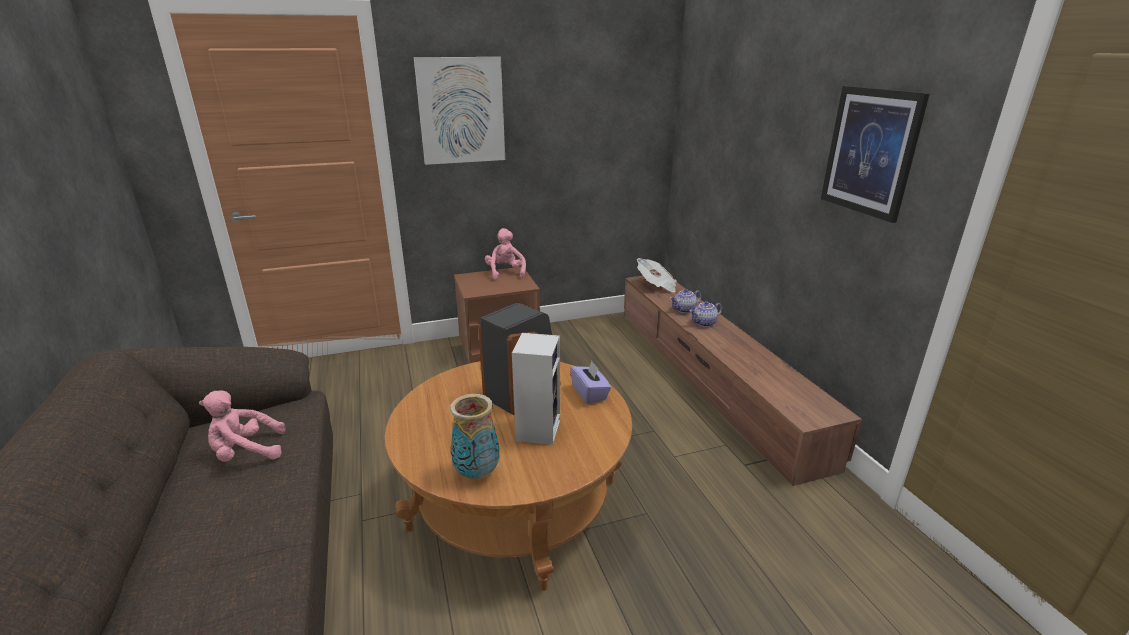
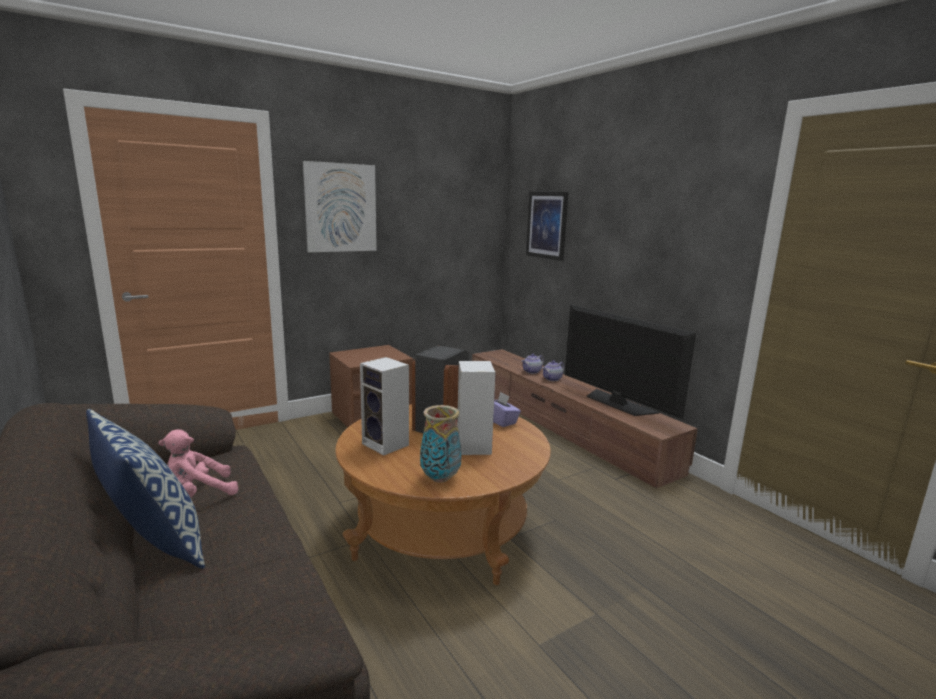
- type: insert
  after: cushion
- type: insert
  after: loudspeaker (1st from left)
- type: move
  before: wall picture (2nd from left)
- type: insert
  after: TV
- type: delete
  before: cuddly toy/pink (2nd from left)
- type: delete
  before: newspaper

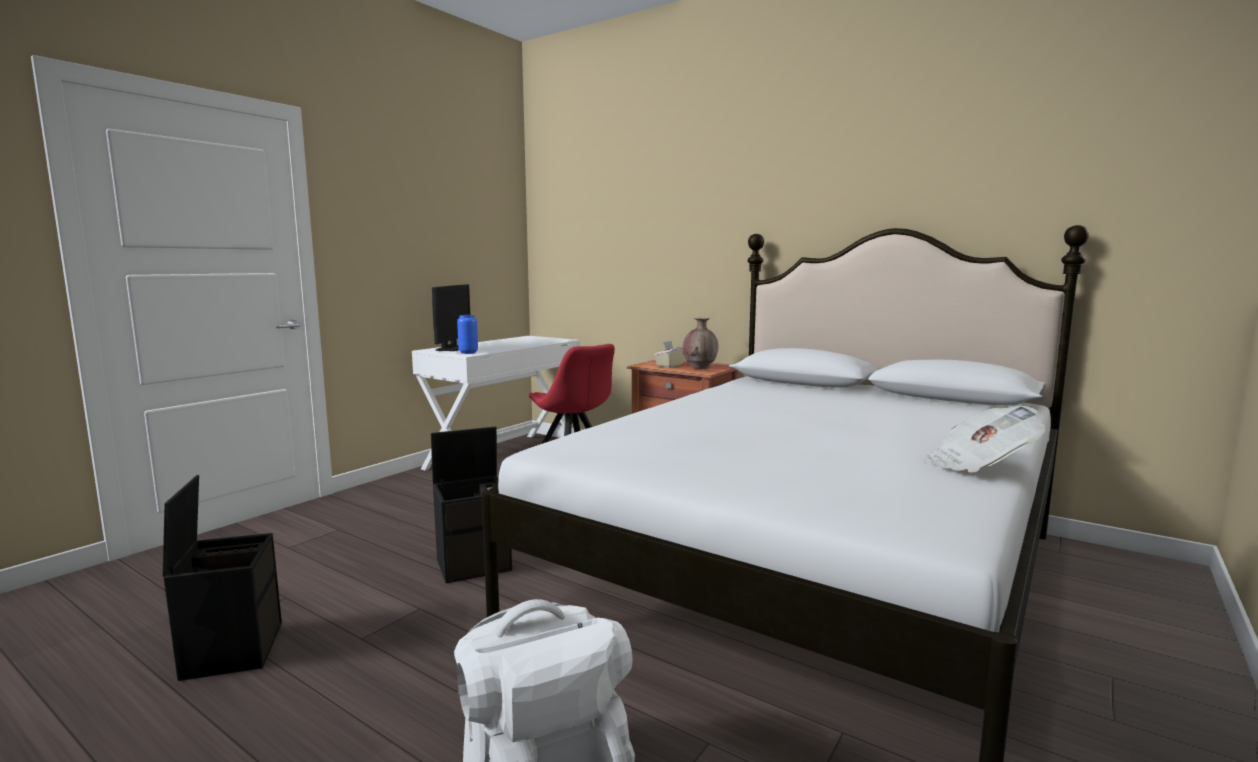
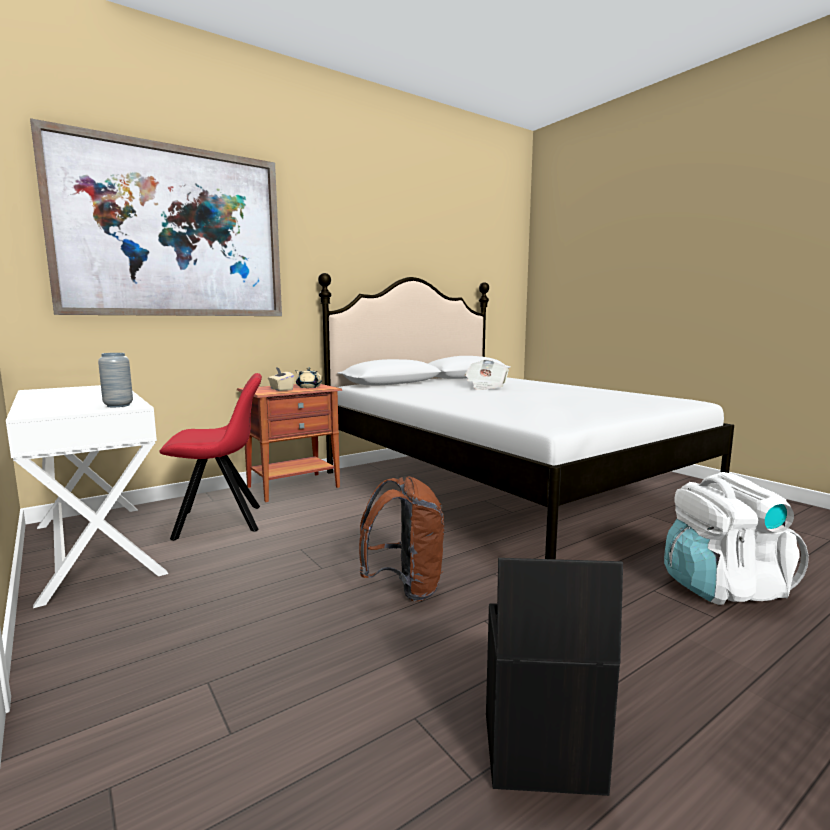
- type: insert
  after: wall picture
- type: recolor
  before: decorative vase/blue
  after: decorative vase/greyish
- type: replace
  before: decorative vase/brownish
  after: teapot/sand-coloured
- type: replace
  before: storage box/blackish (2nd from left)
  after: rucksack/brownish
- type: move
  before: newspaper
- type: delete
  before: monitor

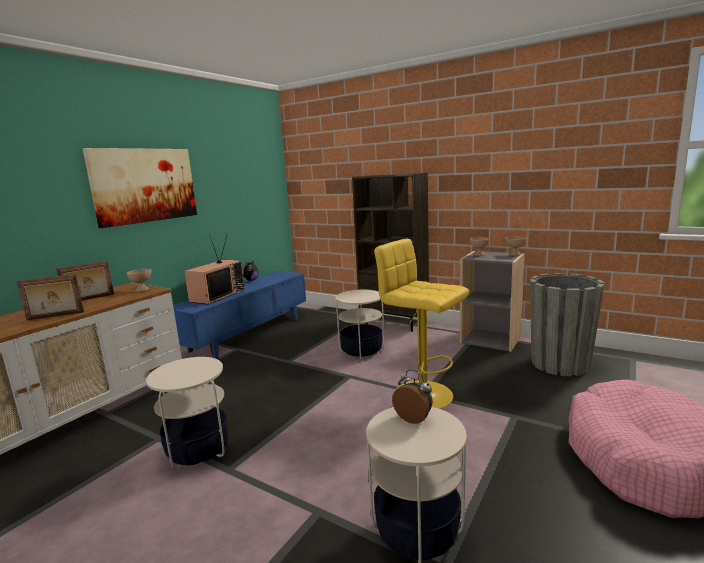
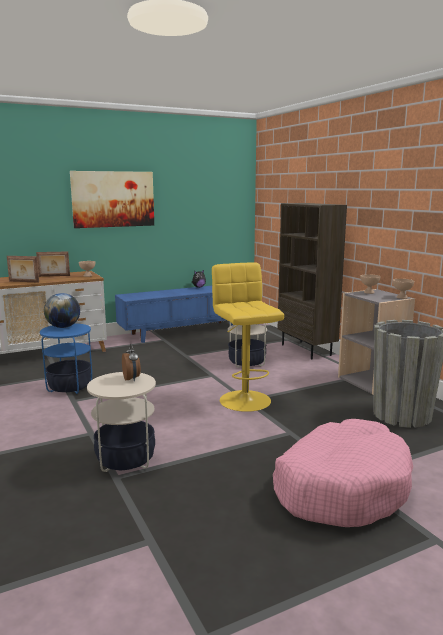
- type: recolor
  before: end table/sand-coloured (1st from left)
  after: end table/blue
- type: insert
  after: globe
- type: delete
  before: TV

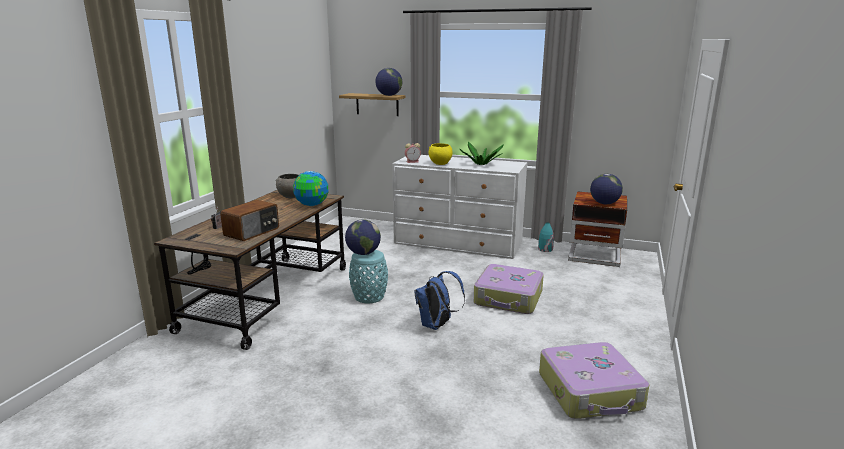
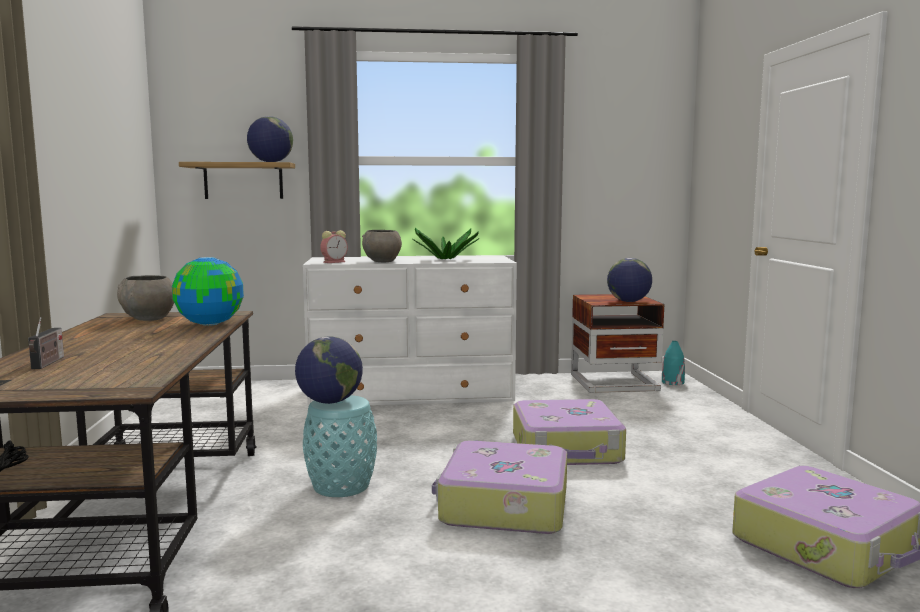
- type: recolor
  before: deep dish/yellow-coloured
  after: deep dish/greyish (2nd from left)
- type: replace
  before: rucksack/blue
  after: travel case (1st from left)
- type: move
  before: decorative vase/blue-green
- type: delete
  before: radio receiver (2nd from left)

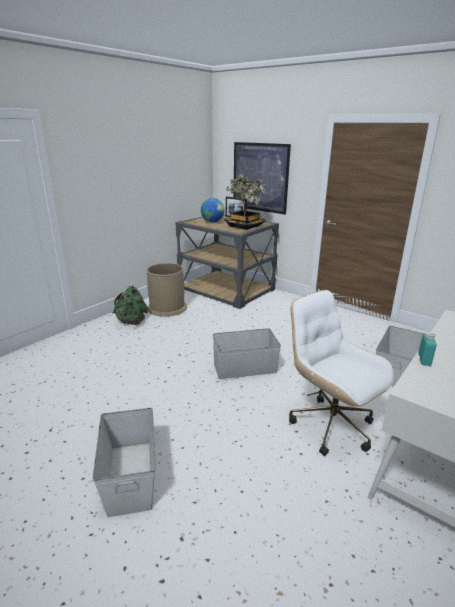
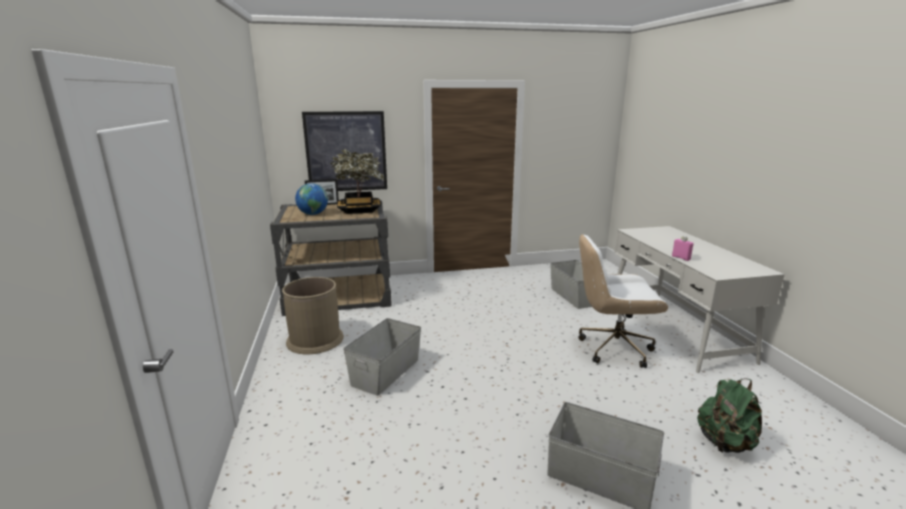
- type: move
  before: storage box/greyish (2nd from left in the first image)
  after: storage box/greyish (1st from left)
- type: recolor
  before: beverage bottle/blue-green
  after: beverage bottle/pink
- type: move
  before: rucksack/green

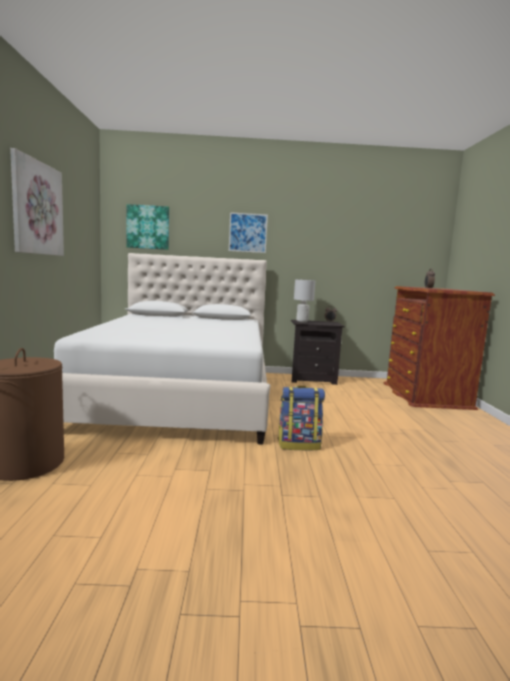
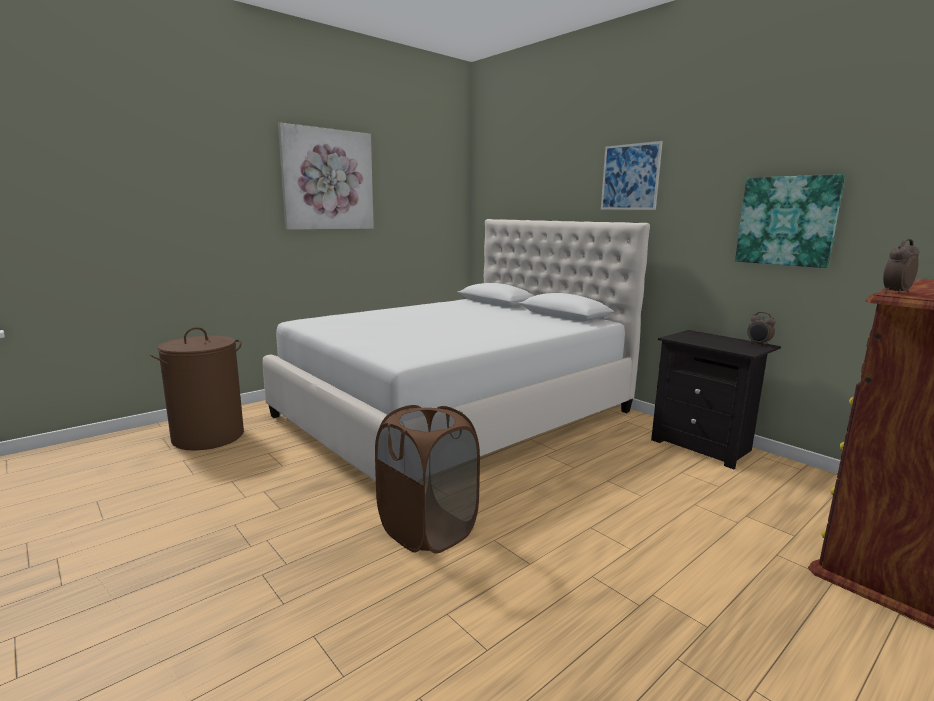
- type: replace
  before: rucksack
  after: laundry basket/brownish (2nd from left)
- type: move
  before: wall picture (2nd from left in the first image)
  after: wall picture (3rd from left)
- type: delete
  before: lamp for a table/greyish

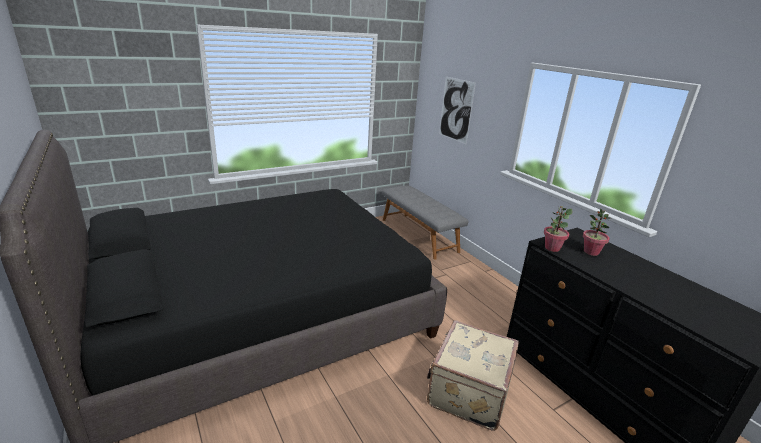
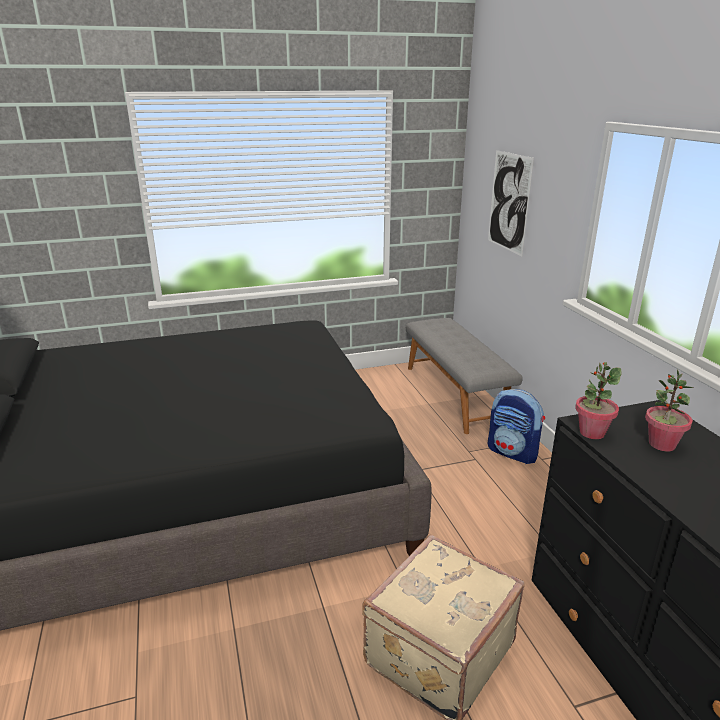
- type: insert
  after: rucksack

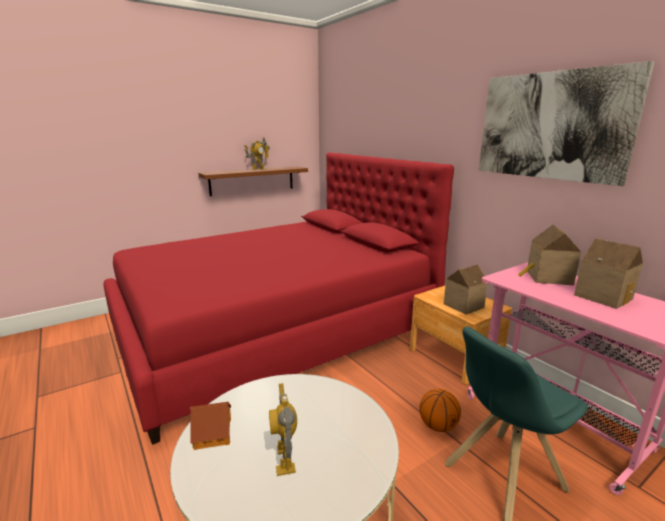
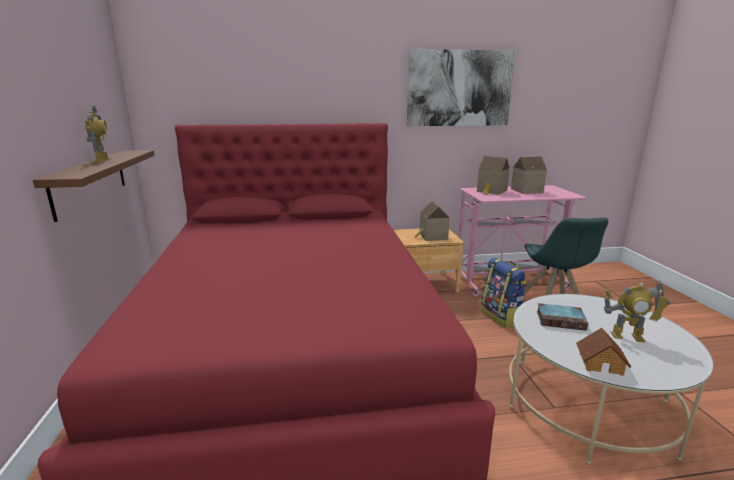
- type: replace
  before: ball for basketball
  after: rucksack
- type: insert
  after: bound book

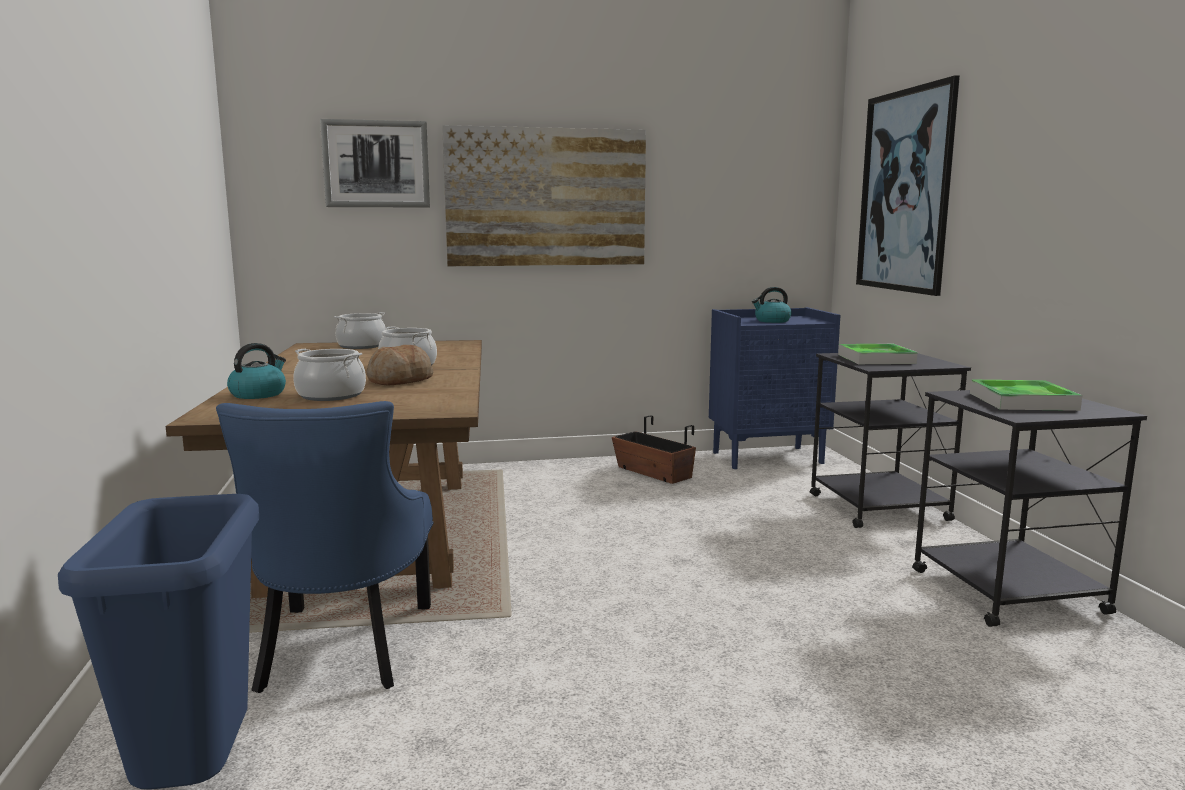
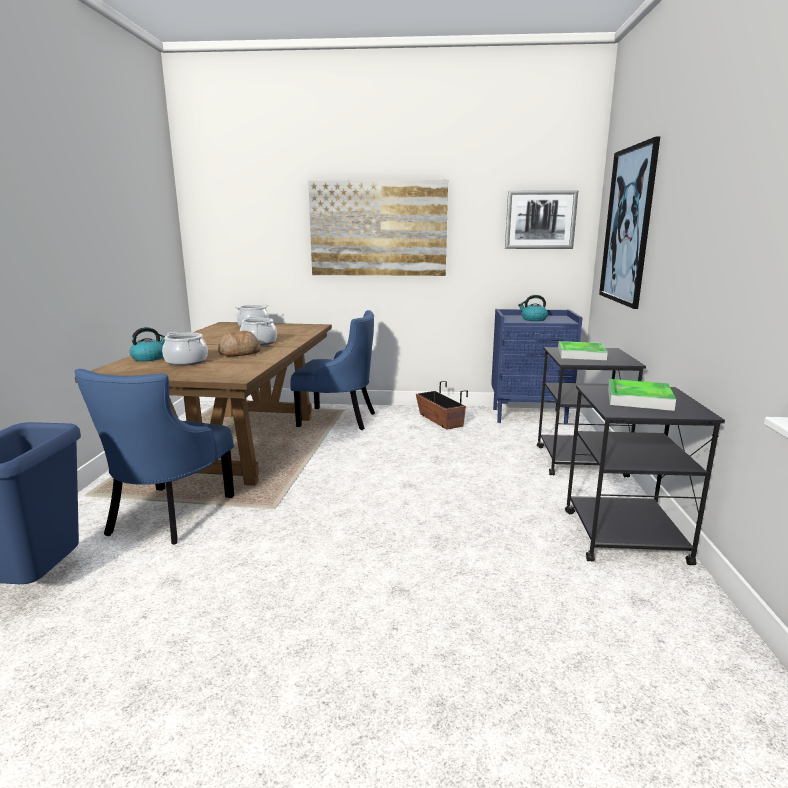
- type: insert
  after: chair/blue (2nd from left)
- type: move
  before: wall picture (1st from left in the first image)
  after: wall picture (2nd from left)

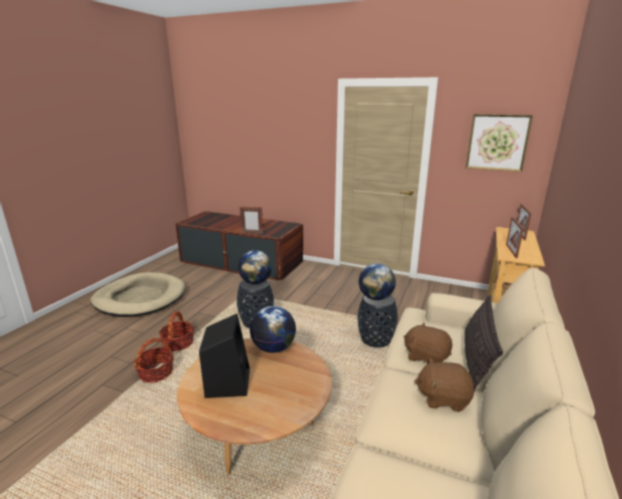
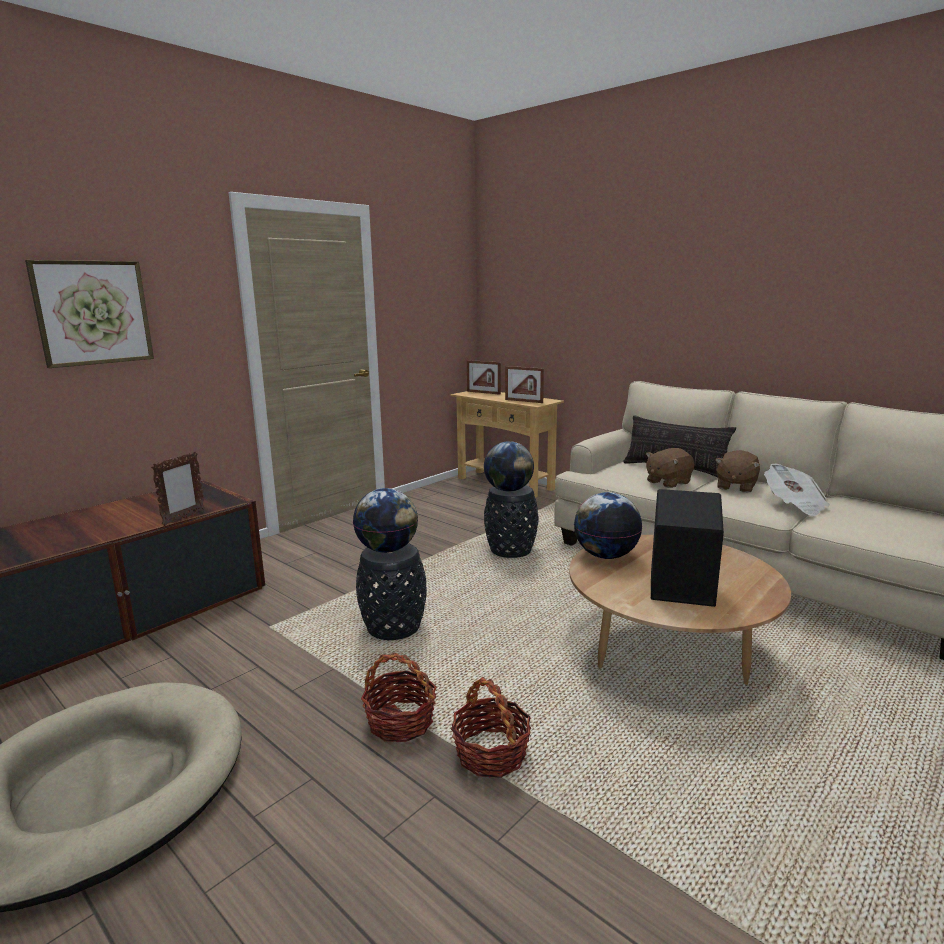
- type: move
  before: wall picture
- type: insert
  after: newspaper

